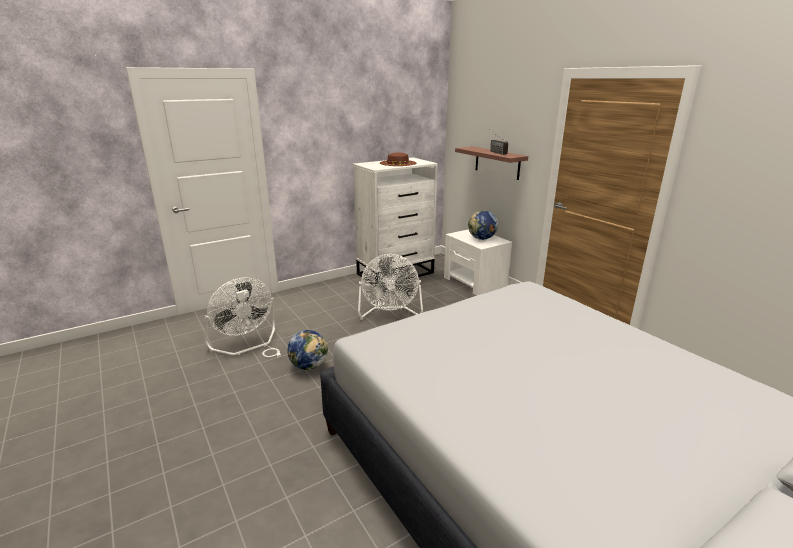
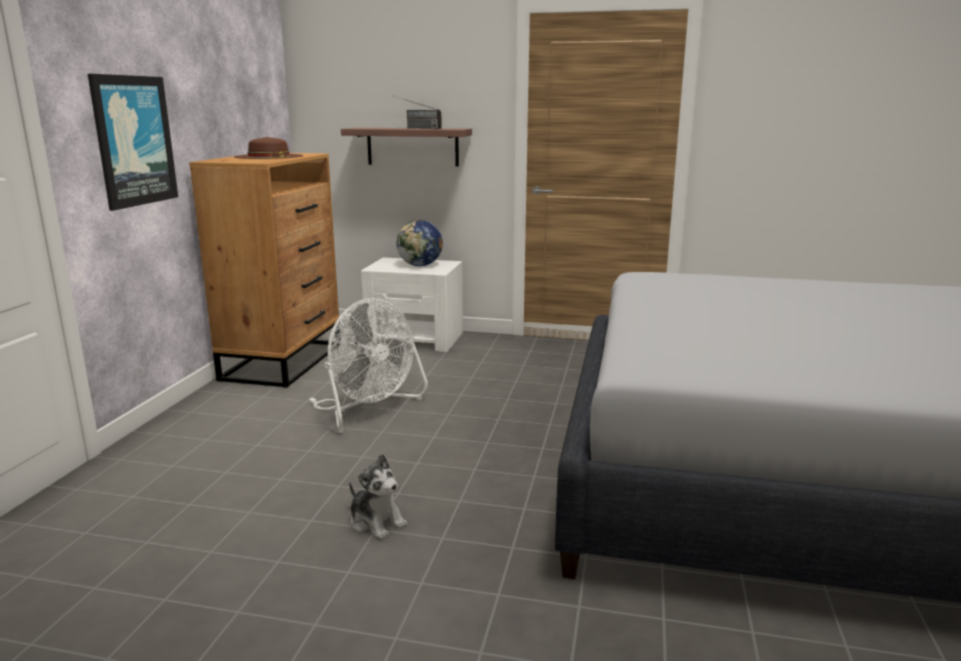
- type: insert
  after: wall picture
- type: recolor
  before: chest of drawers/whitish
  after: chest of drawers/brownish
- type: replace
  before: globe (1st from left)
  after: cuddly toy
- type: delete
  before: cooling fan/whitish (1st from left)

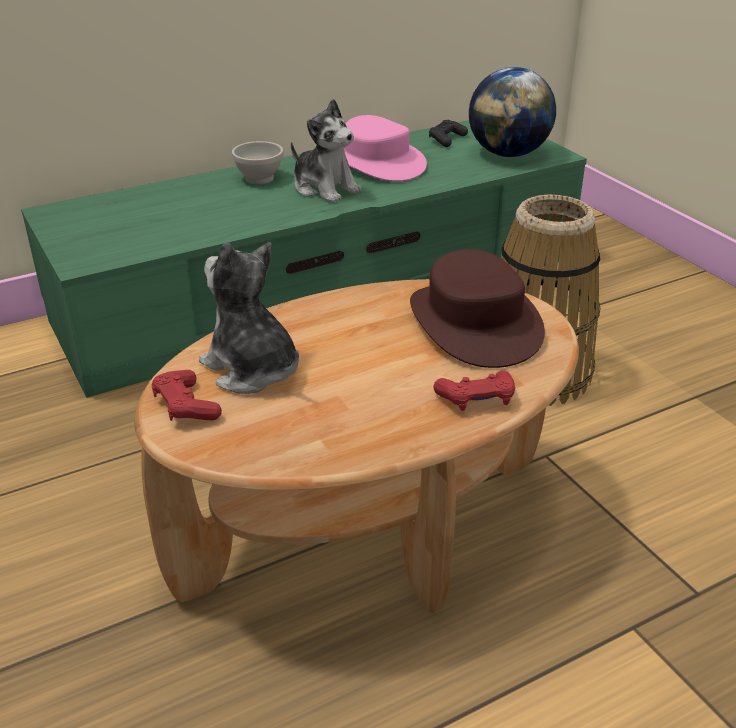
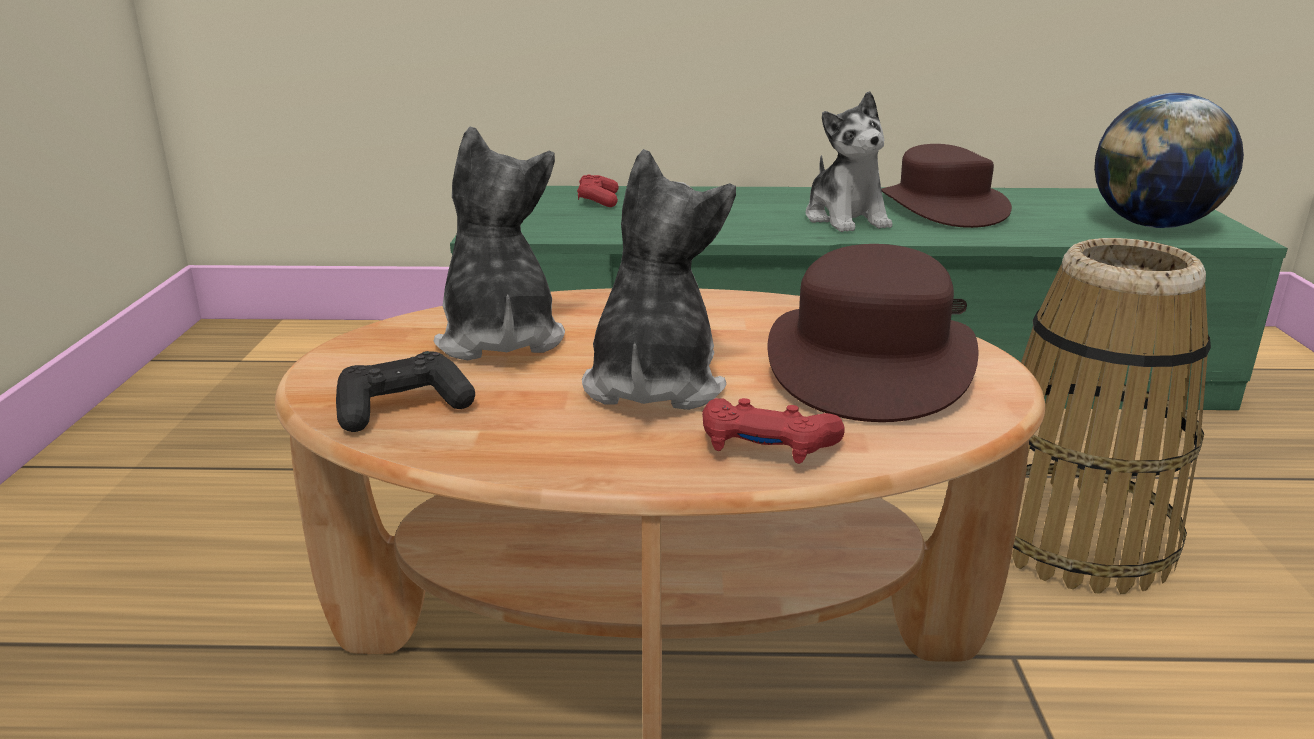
- type: move
  before: gamepad/blackish
- type: move
  before: gamepad/reddish (1st from left)
- type: insert
  after: cuddly toy (2nd from left)
- type: recolor
  before: wearable hat/pink
  after: wearable hat/brownish (2nd from left)
- type: delete
  before: deep dish/whitish

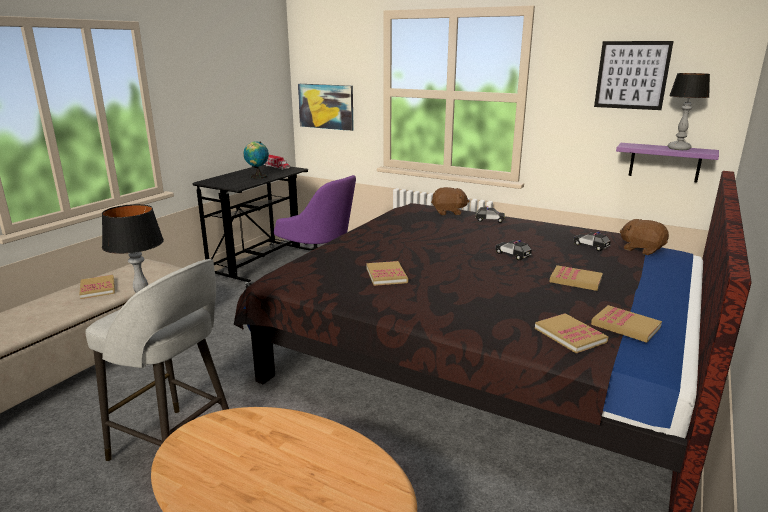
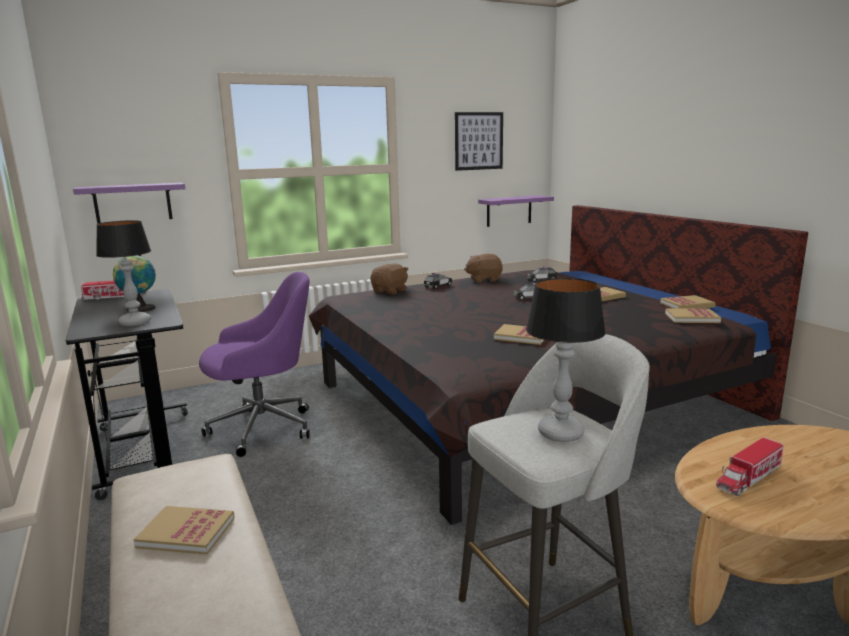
- type: replace
  before: wall picture (1st from left)
  after: bracket shelf/purple (1st from left)
- type: move
  before: lamp for a table (2nd from left in the first image)
  after: lamp for a table (1st from left)
- type: move
  before: cuddly toy/brownish (2nd from left)
- type: insert
  after: model truck (2nd from left)

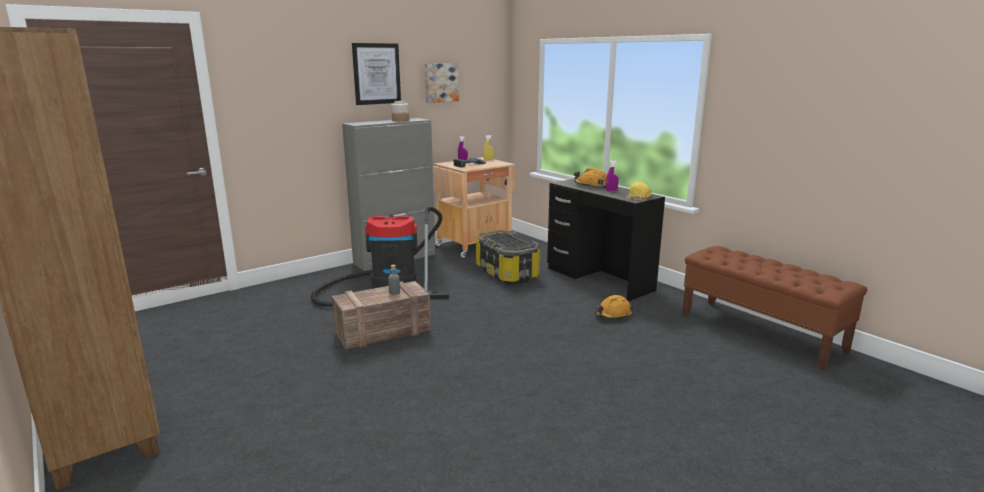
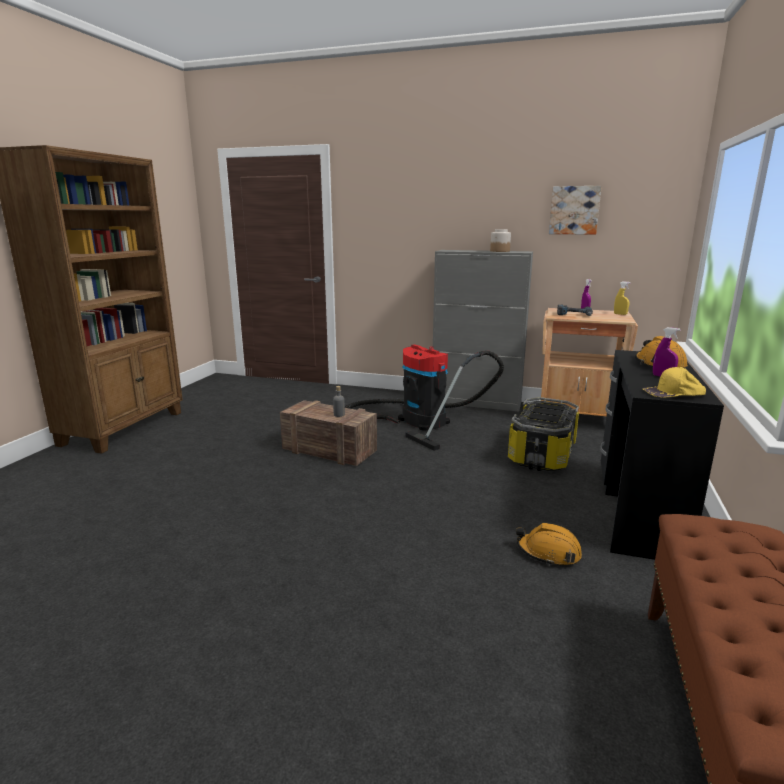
- type: delete
  before: wall picture (1st from left)

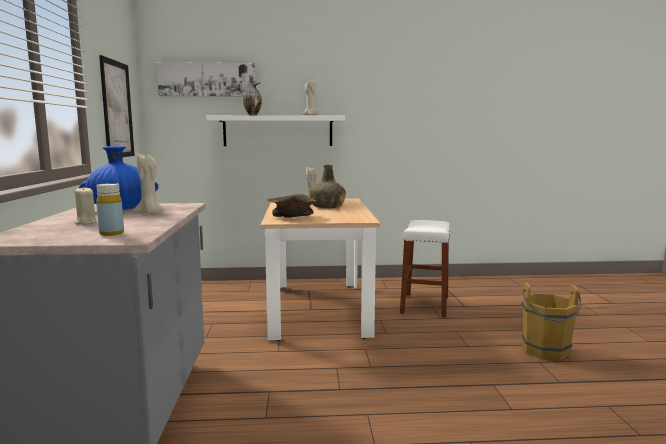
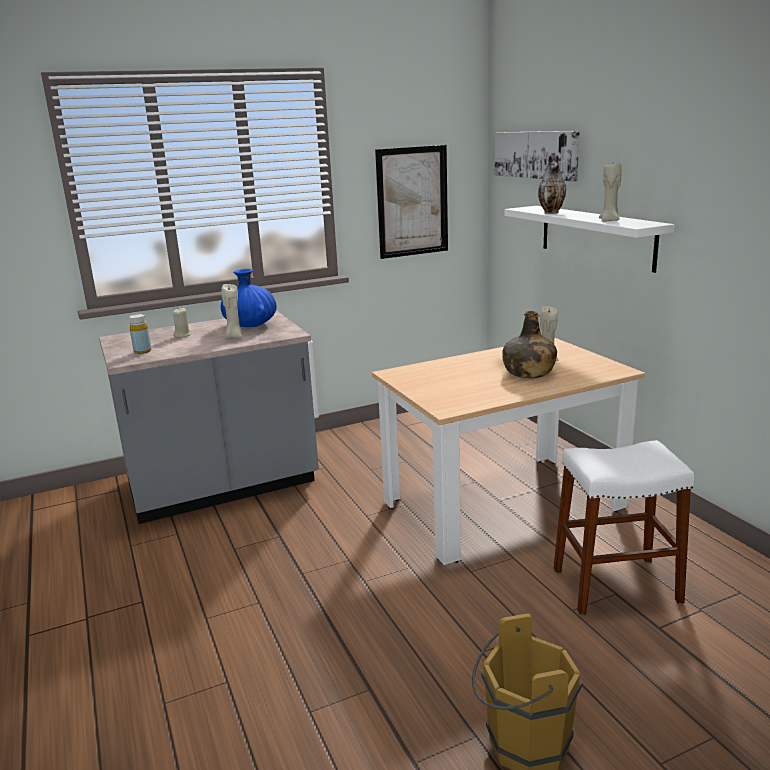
- type: delete
  before: deep dish/brownish

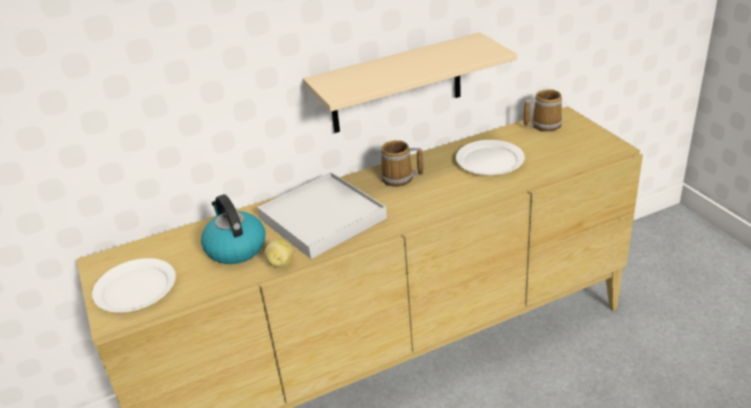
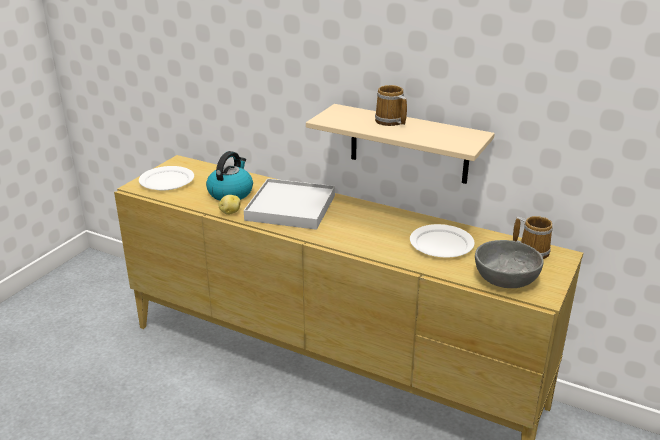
- type: move
  before: tea mug (1st from left)
- type: insert
  after: deep dish/greyish

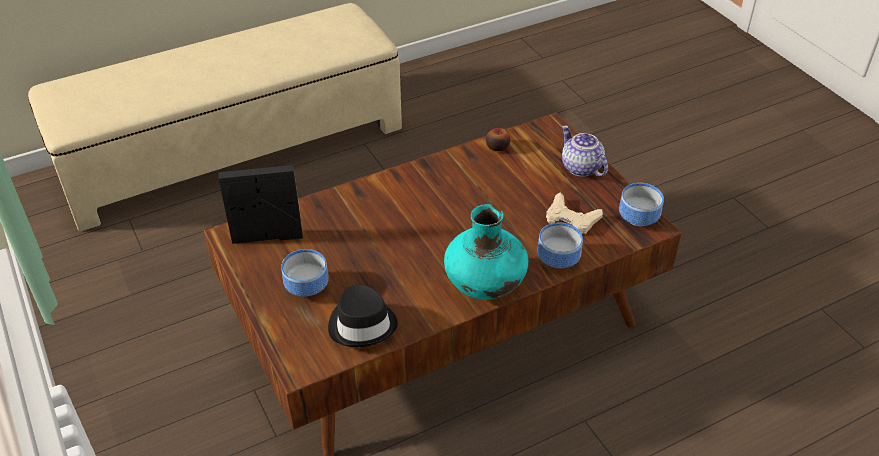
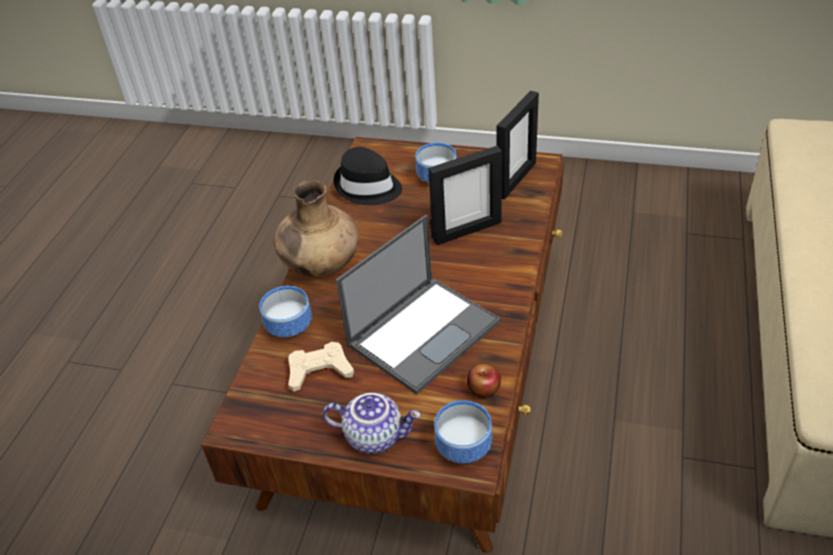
- type: recolor
  before: decorative vase/blue-green
  after: decorative vase/brownish
- type: insert
  after: notebook computer
- type: insert
  after: photo frame (1st from left)
- type: move
  before: deep dish (3rd from left)

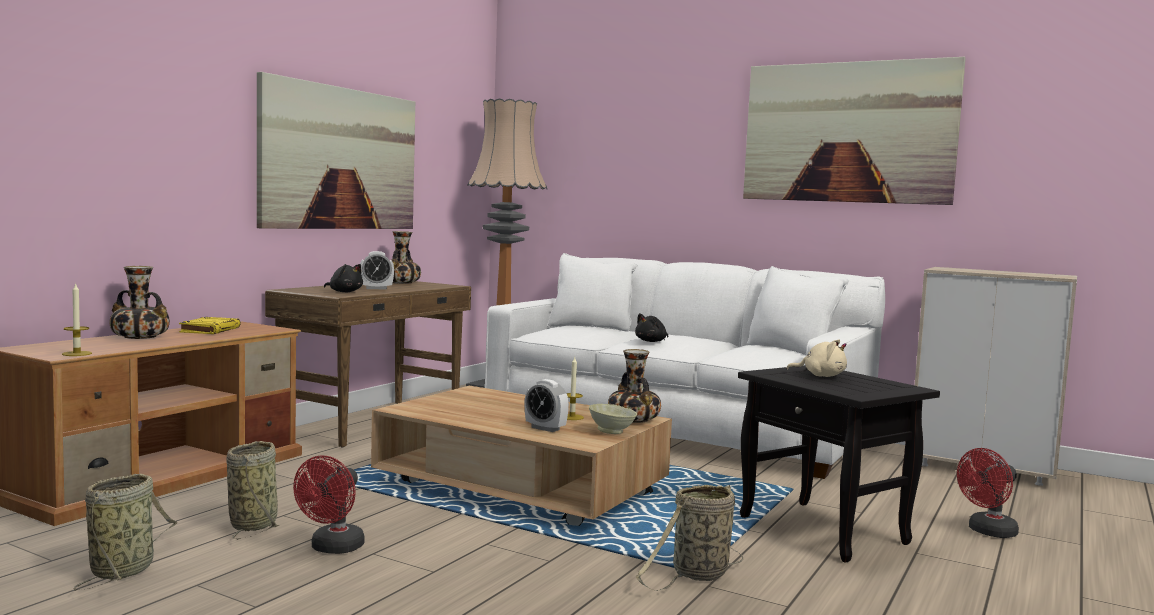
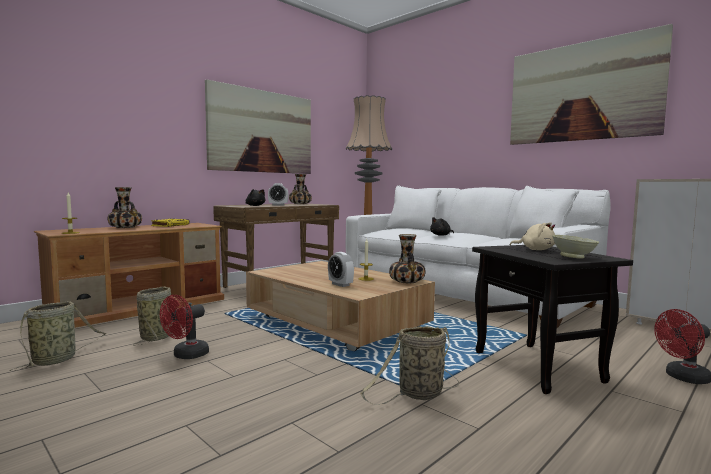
- type: move
  before: deep dish/sand-coloured

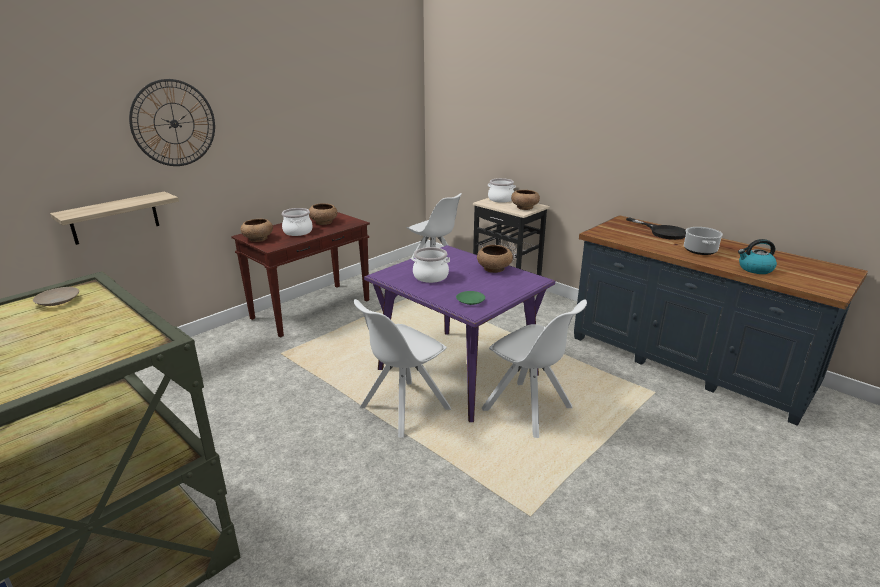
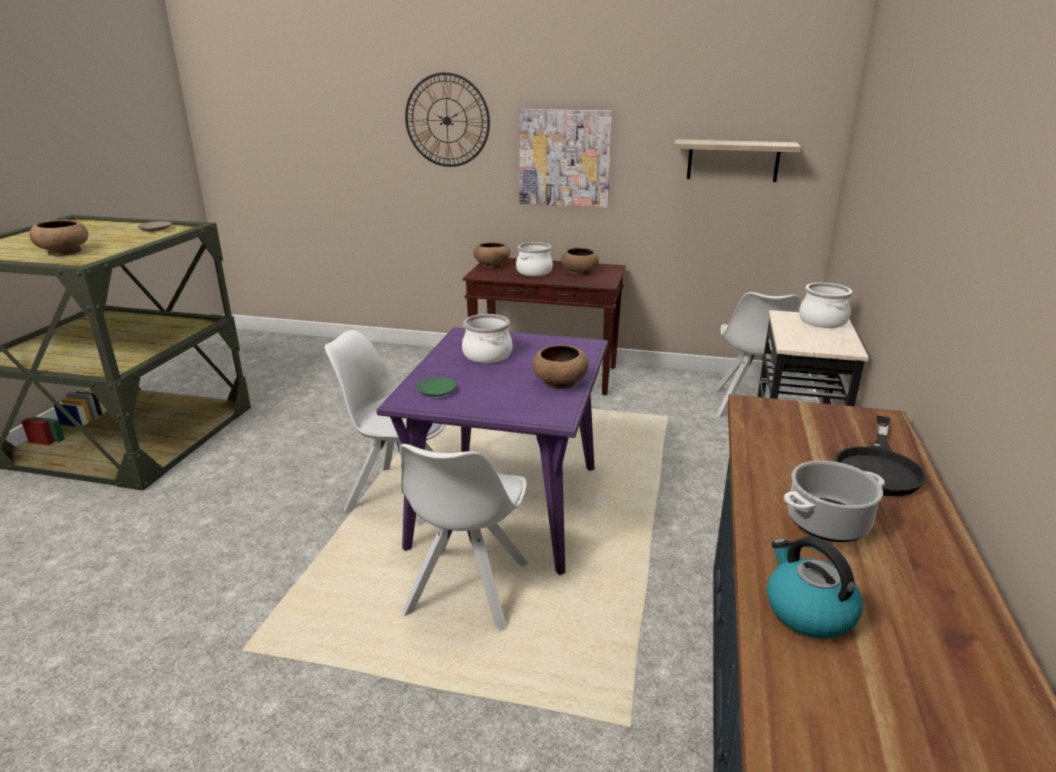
- type: move
  before: deep dish/brownish (4th from left in the first image)
  after: deep dish/brownish (1st from left)
- type: insert
  after: wall picture
- type: move
  before: bracket shelf

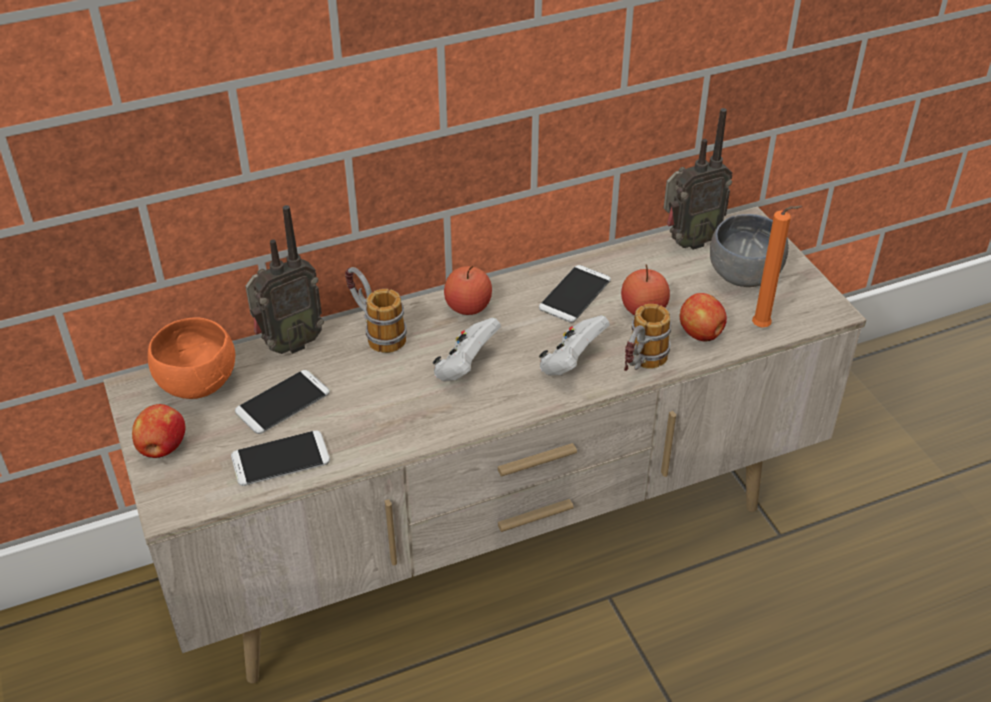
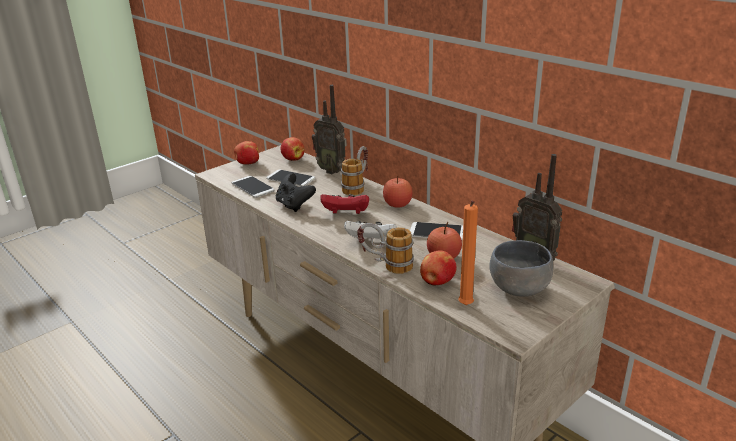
- type: insert
  after: gamepad/blackish
- type: replace
  before: deep dish/orange-coloured
  after: apple (2nd from left)
- type: recolor
  before: gamepad/whitish (1st from left)
  after: gamepad/reddish

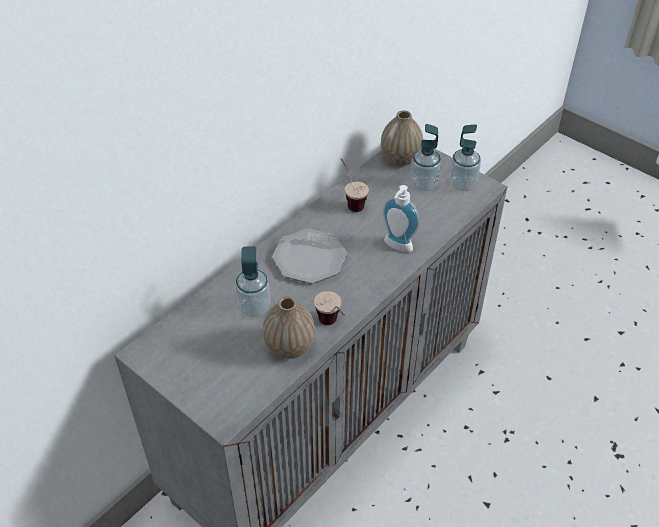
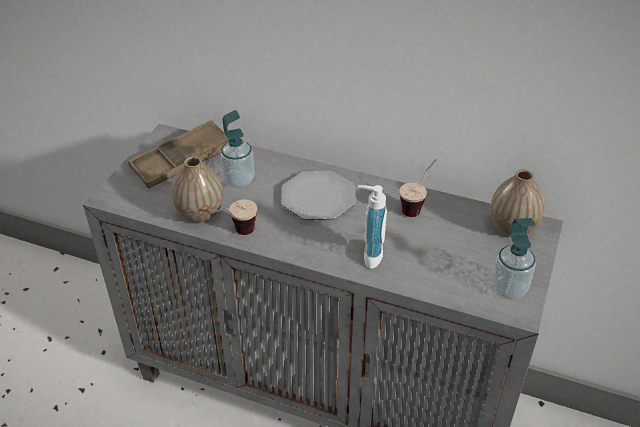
- type: insert
  after: serving tray/brownish
- type: delete
  before: liquid soap bottle (3rd from left)

